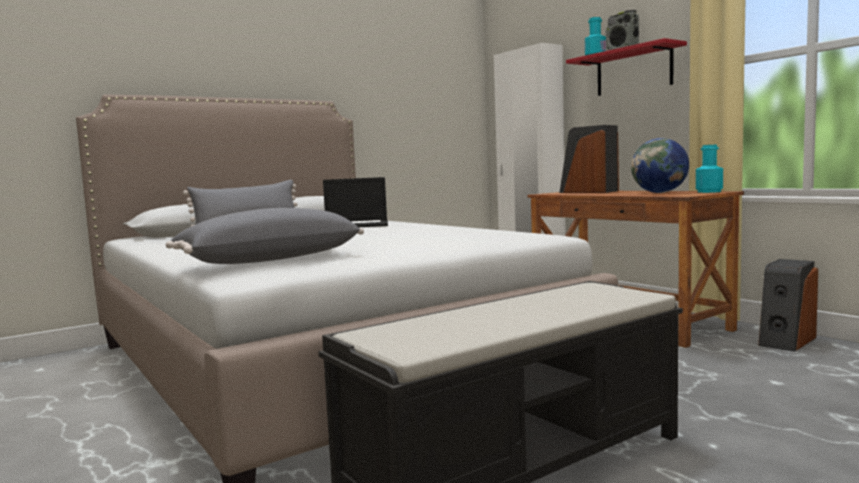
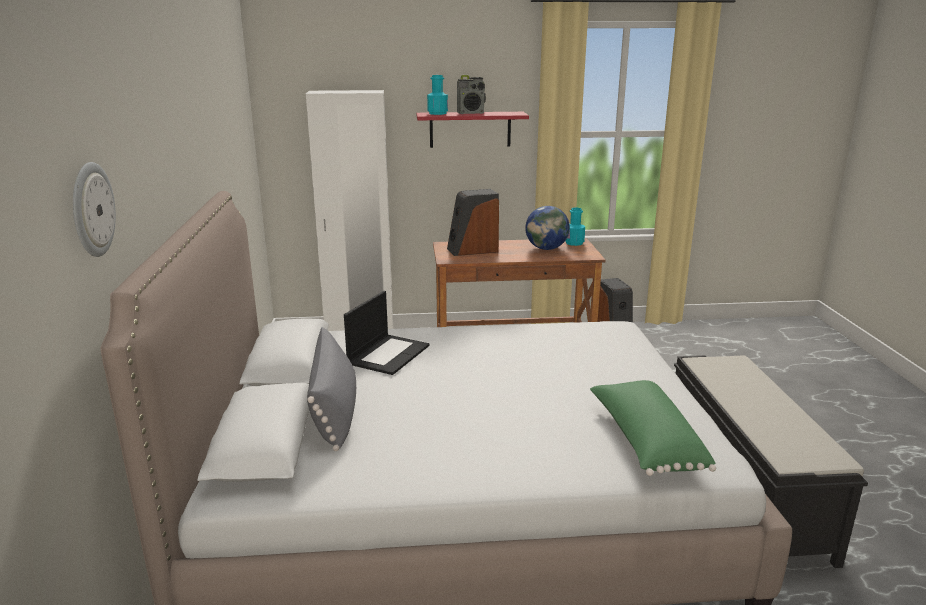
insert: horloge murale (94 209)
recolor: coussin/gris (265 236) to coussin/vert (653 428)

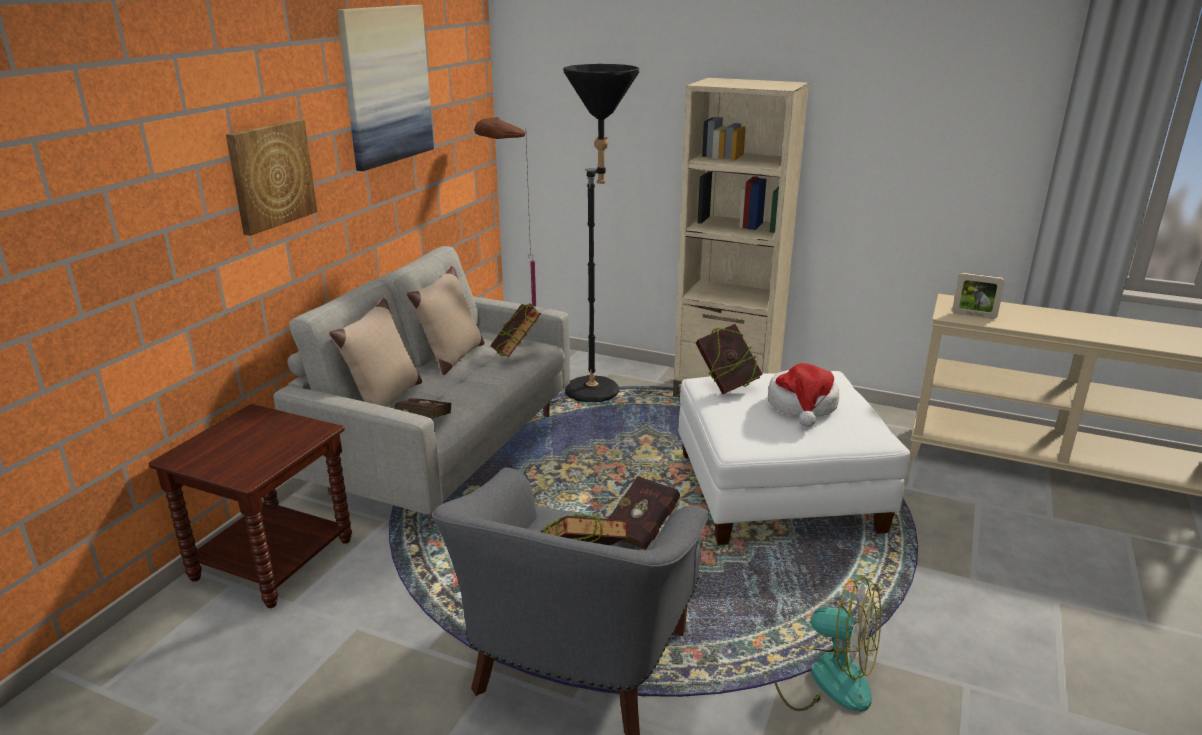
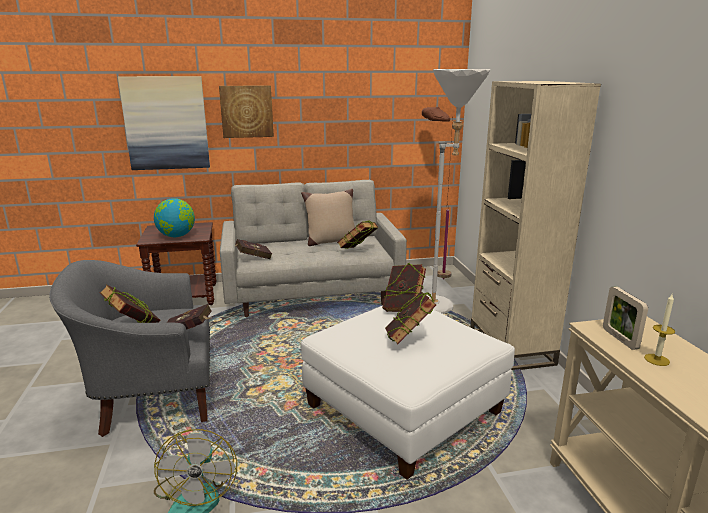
delete: coussin/beige (375 352)
insert: globe (174 217); bougie (659 330)
move: tableau (385 88) to (164 123)
replace: chapeau (803 395) to livre (410 317)
recolor: lampadaire/noir (601 233) to lampadaire/blanc (458 191)

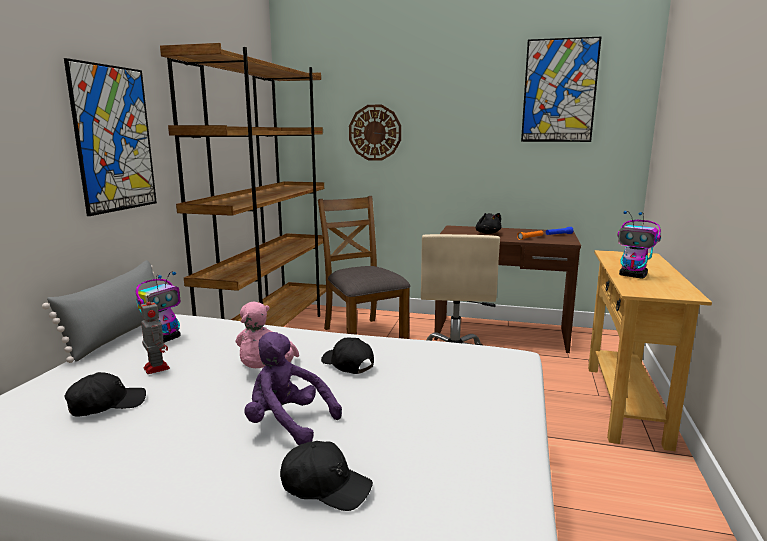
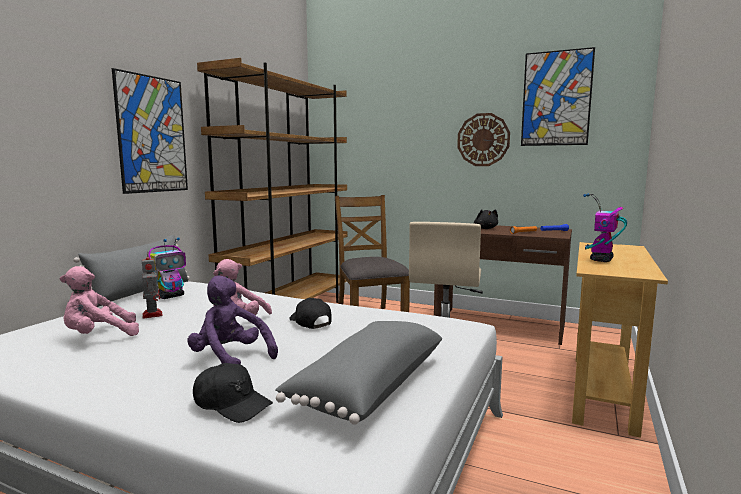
insert: coussin/gris (358 373)
move: horloge murale (375 133) to (483 139)
replace: casquette/noir (105 394) to peluche/rose (99 301)
rotate: robot jouet (639 245) = (605 227) 75 degrees clockwise

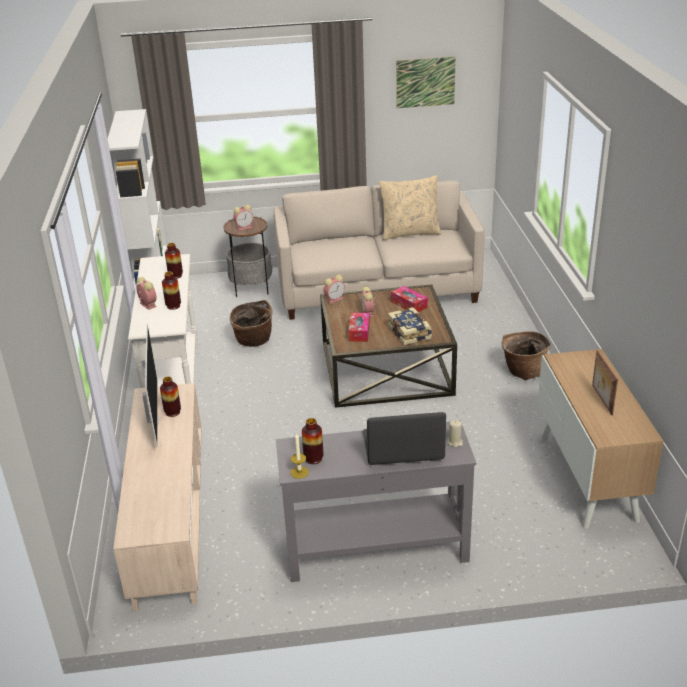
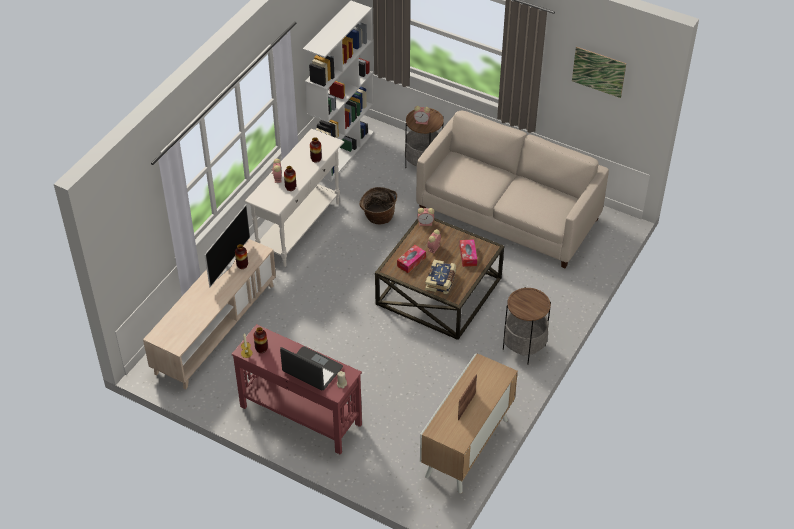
delete: coussin/beige (410 207)
replace: panier (526 355) to table d'appoint (527 325)
recolor: table console/gris (376 501) to table console/rouge (297 389)

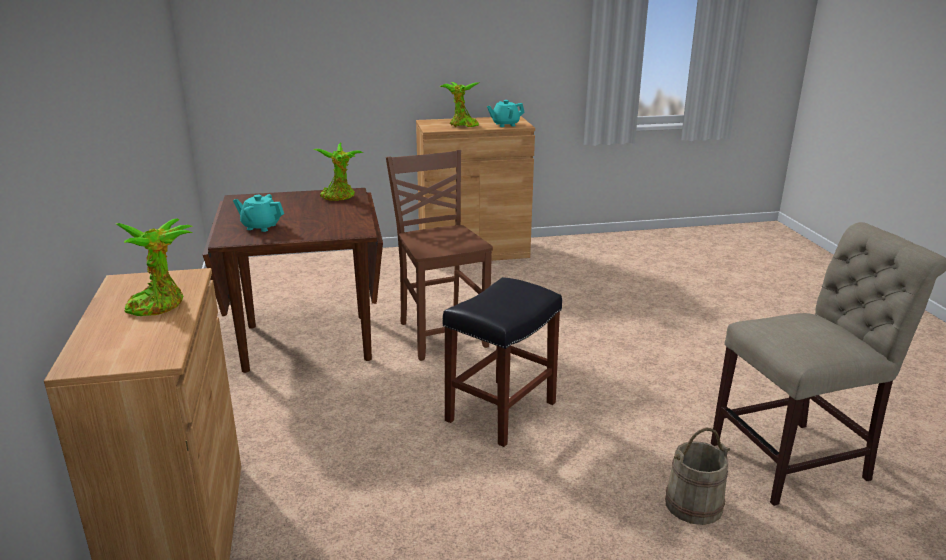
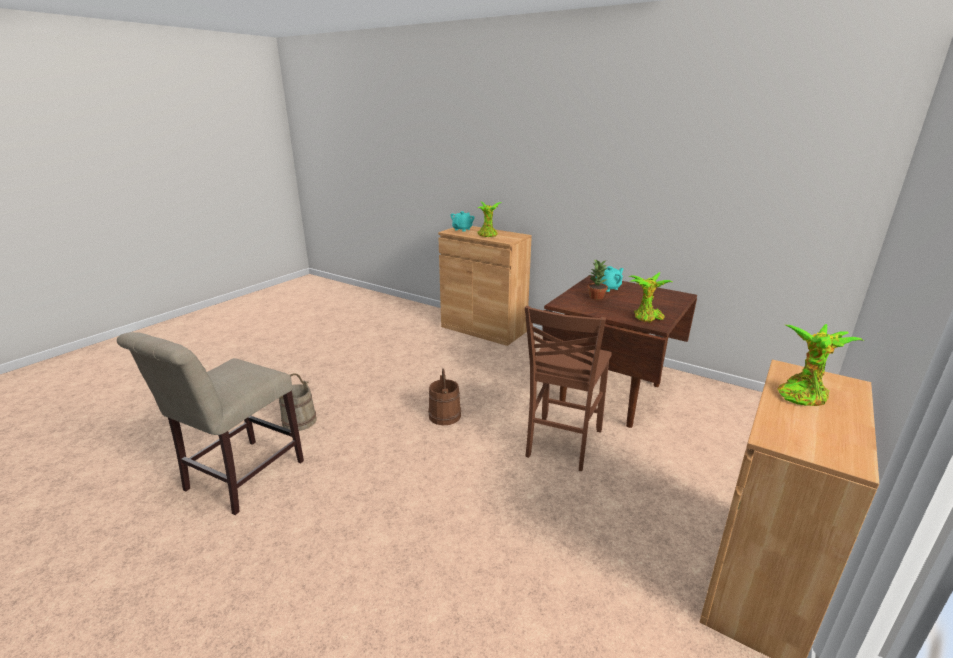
insert: plante en pot (598 279)
move: théière/turquoise (506 113) to (462 221)
replace: tabouret/noir (502 362) to seau/marron (444 396)
rotate: chaise/marron (439 255) = (568 388) 90 degrees clockwise

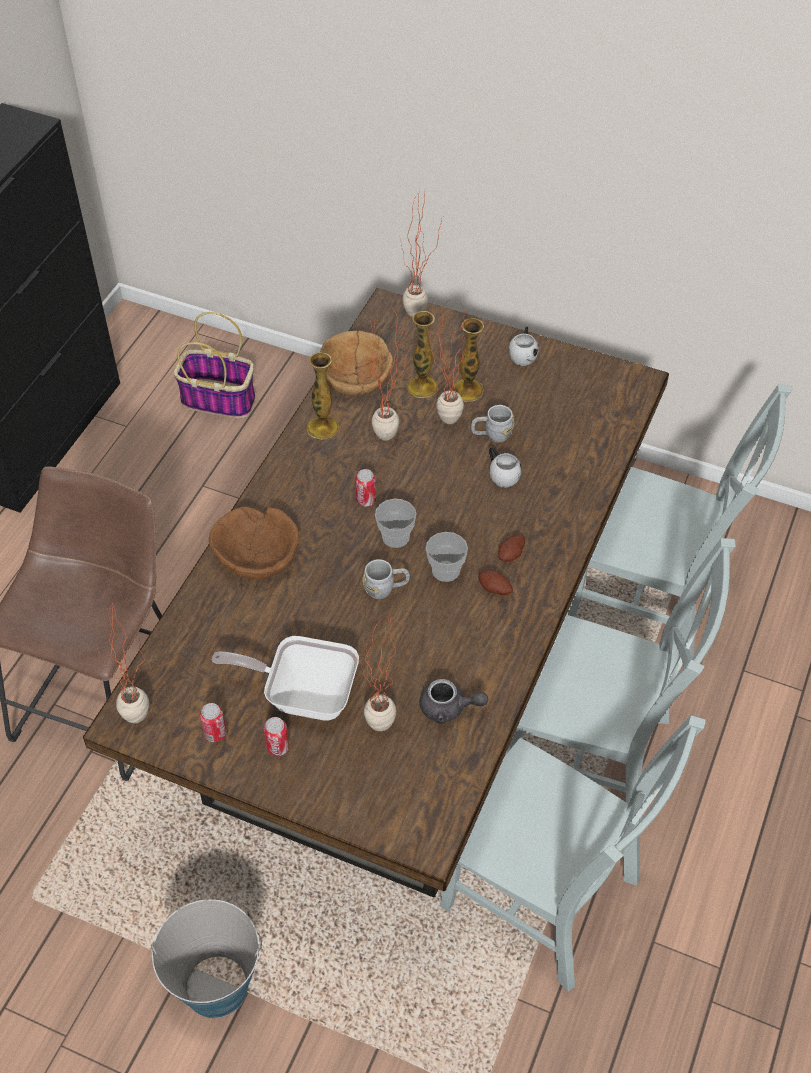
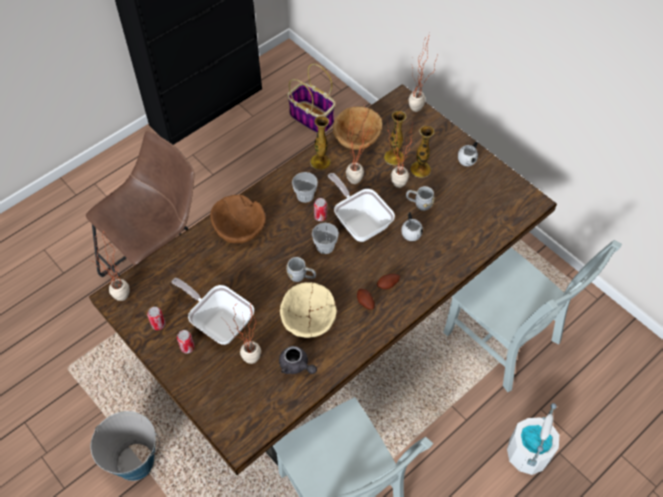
delete: chaise/gris (620 679)
insert: bol/beige (308 310); poêle (361 207); seau/blanc (533 439)
move: tasse (447 557) to (305 187)

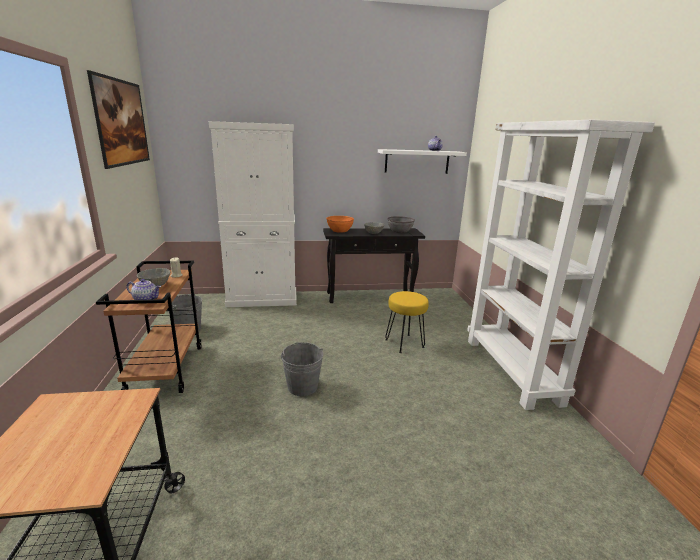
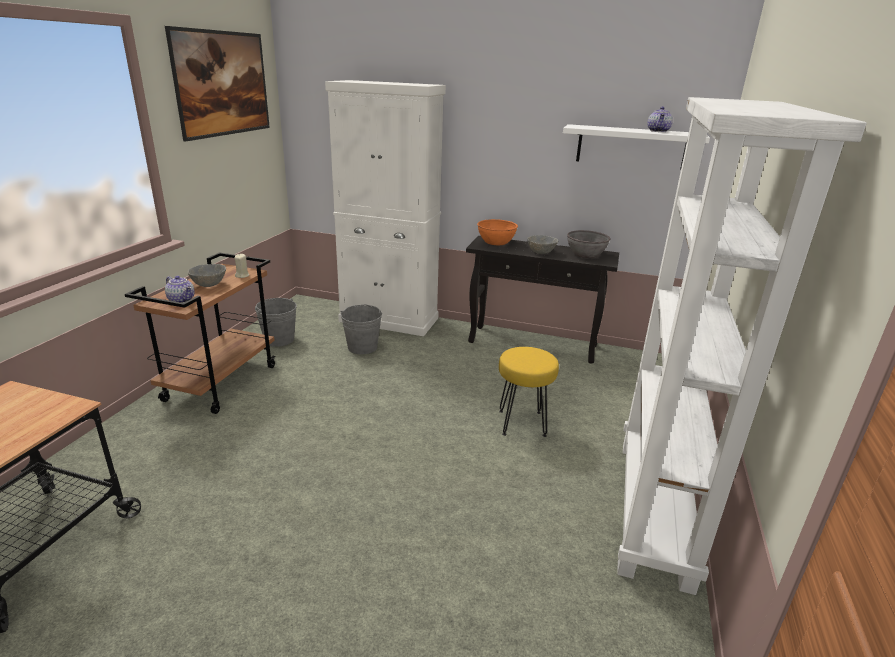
move: seau/gris (302 369) to (361 329)

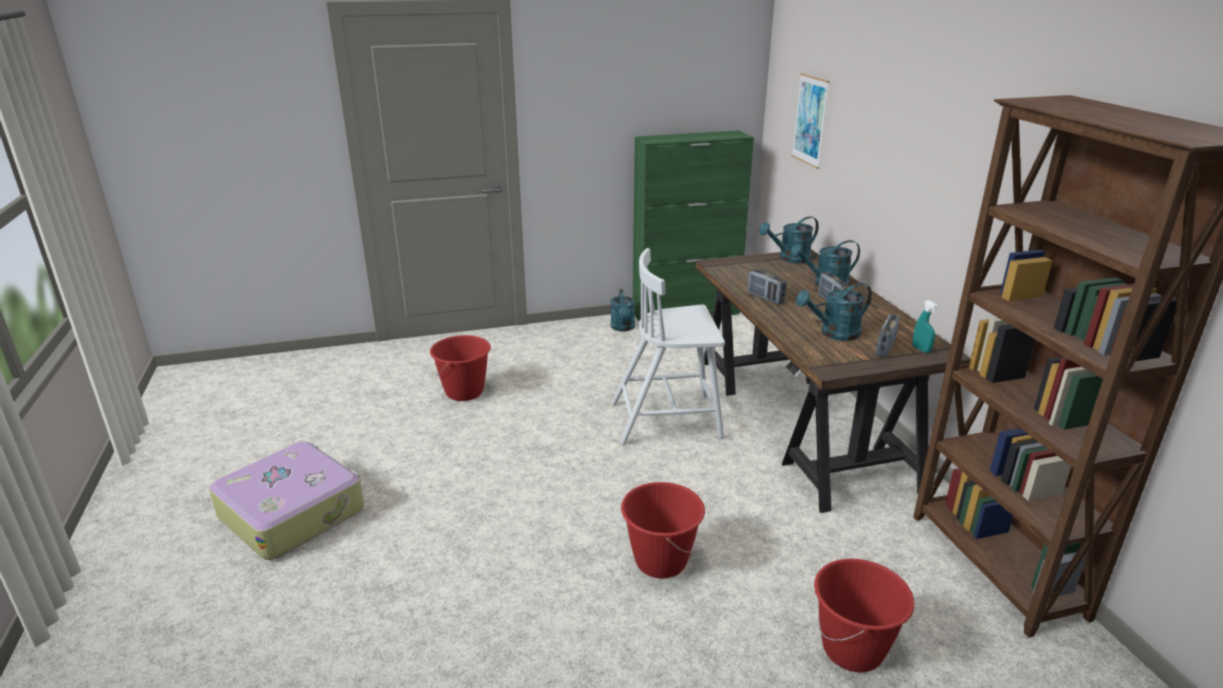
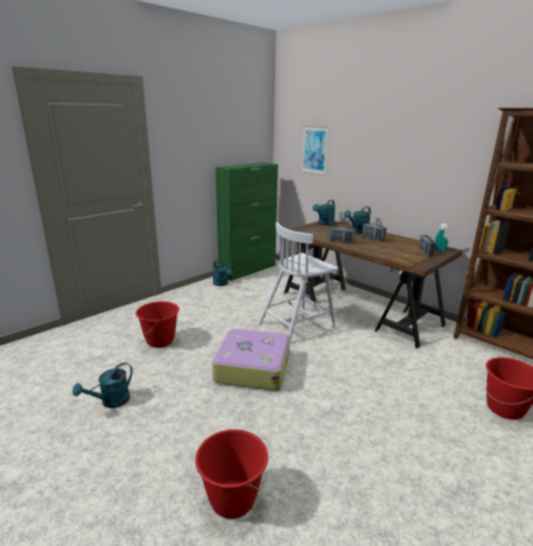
move: valise (286 501) to (251 360); seau/rouge (663 530) to (231 474); arrosoir/turquoise (834 312) to (103 385)

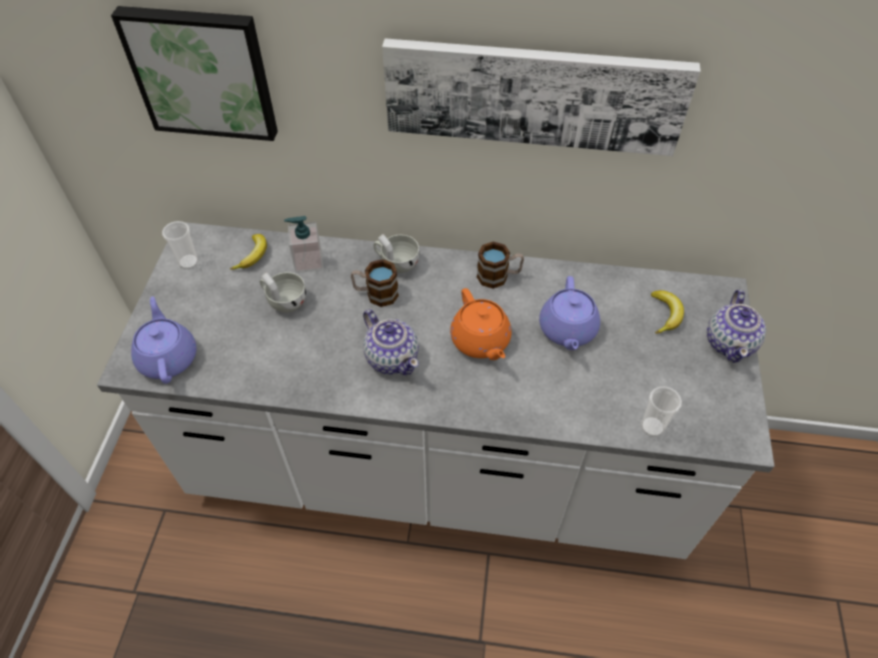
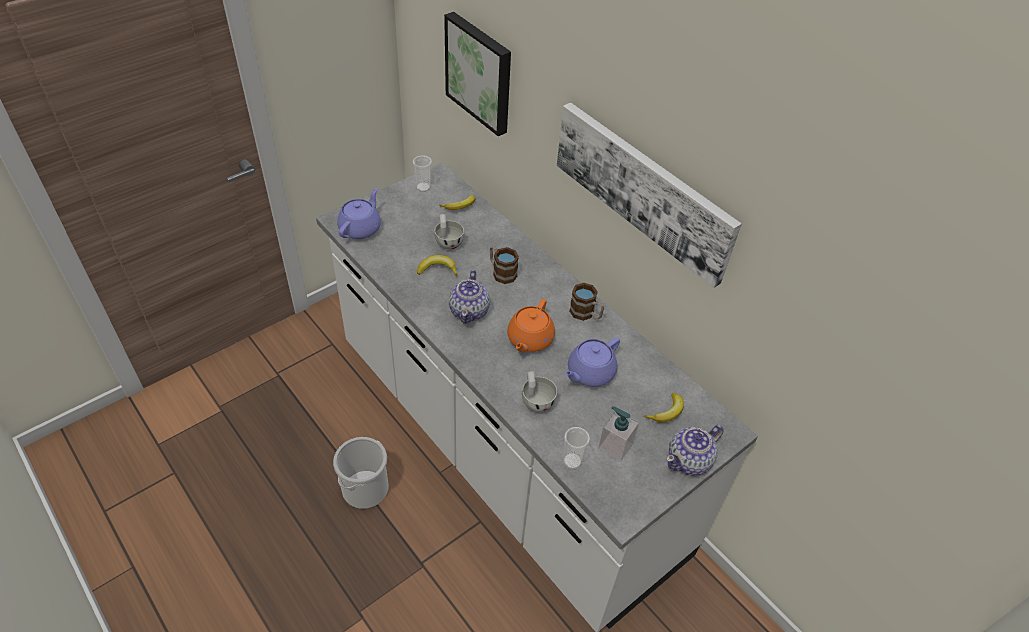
insert: seau (361 473); banane (437 265)
move: distributeur de savon (303 244) to (618 434); tasse/blanc (396 253) to (539 391)

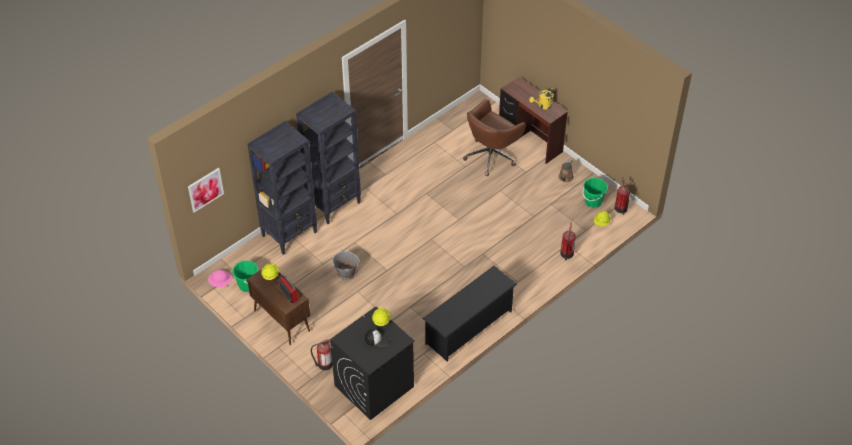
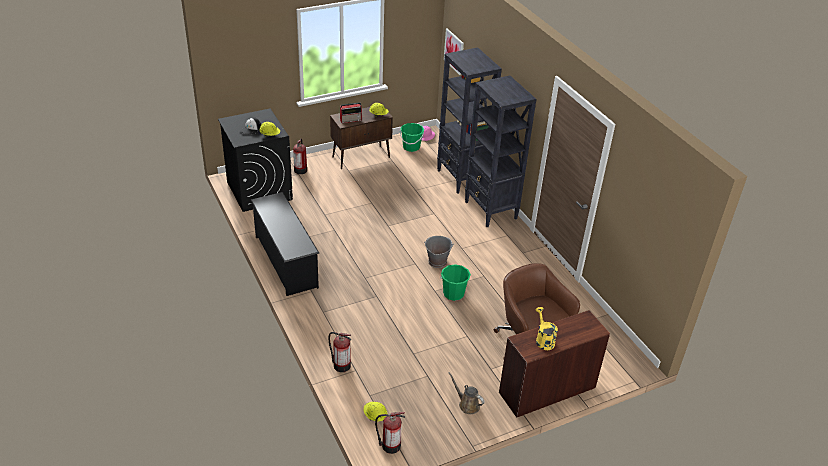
move: seau/gris (346 265) to (439 252); seau/vert (595 193) to (455 282)

